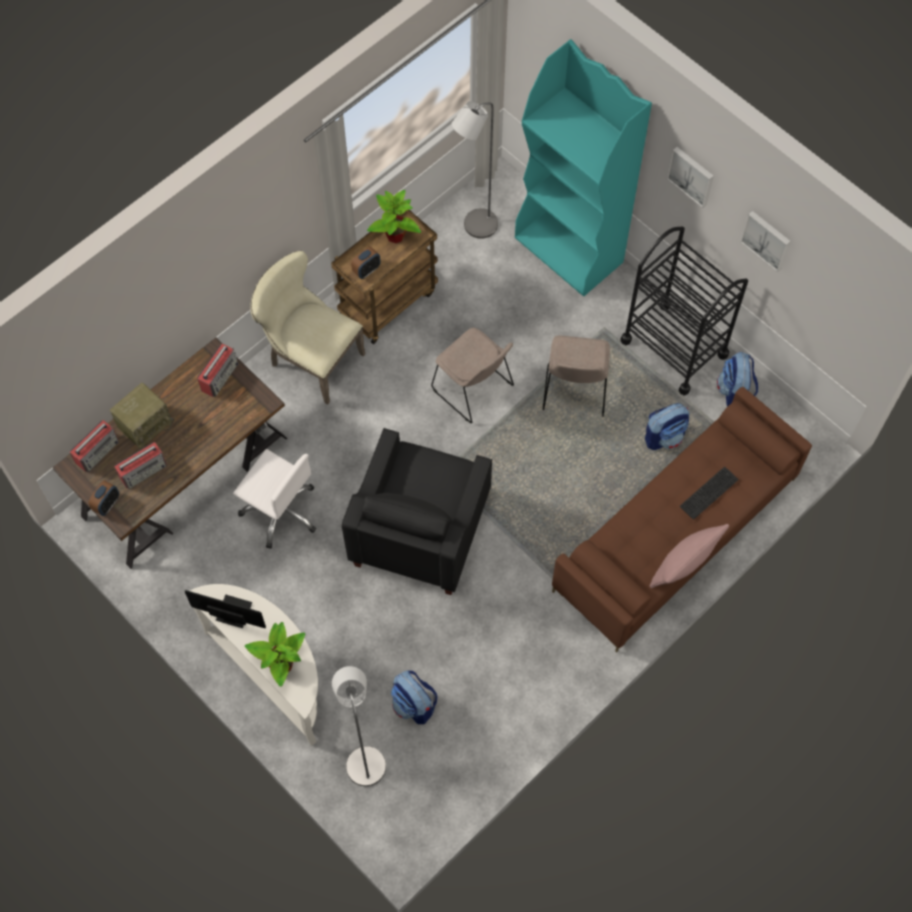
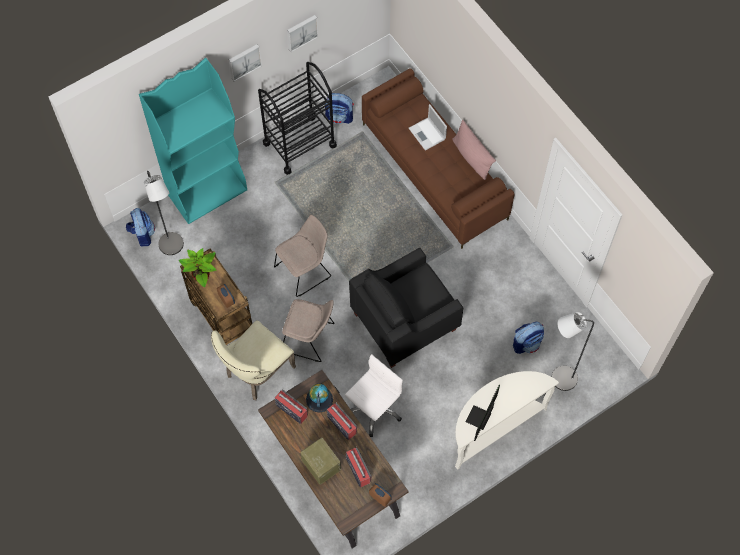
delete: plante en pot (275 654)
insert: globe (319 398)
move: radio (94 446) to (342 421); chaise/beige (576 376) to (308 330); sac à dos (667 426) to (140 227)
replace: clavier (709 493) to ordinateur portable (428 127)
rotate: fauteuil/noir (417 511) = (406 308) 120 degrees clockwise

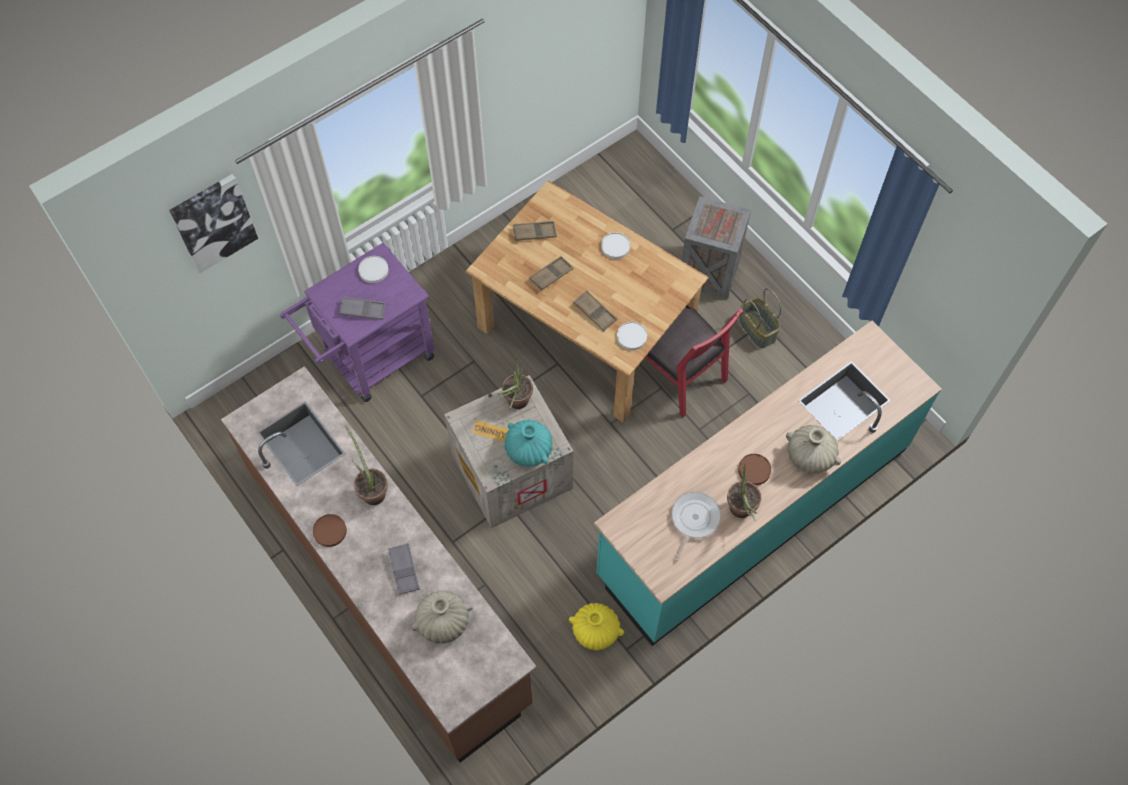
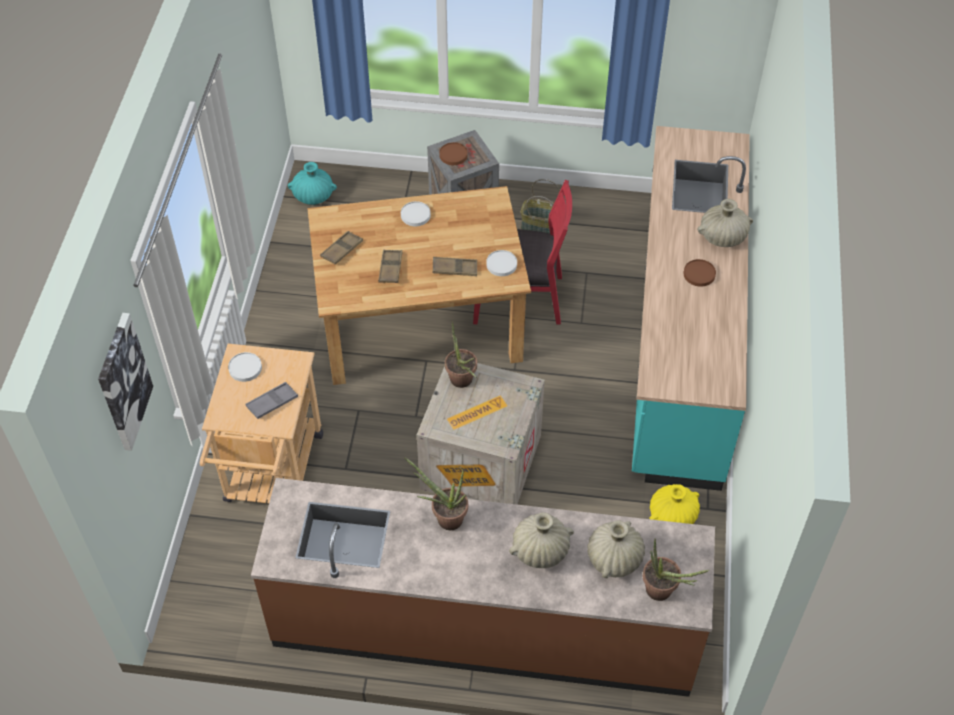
delete: poêle (696 526)
move: assiette/marron (330 530) to (453 153); vase/turquoise (528 443) to (312 183); plante en pot (744 492) to (676 569)
replace: plateau/gris (404 569) to vase/beige (541 540)
recolor: chariot/violet (357 322) to chariot/beige (261 423)

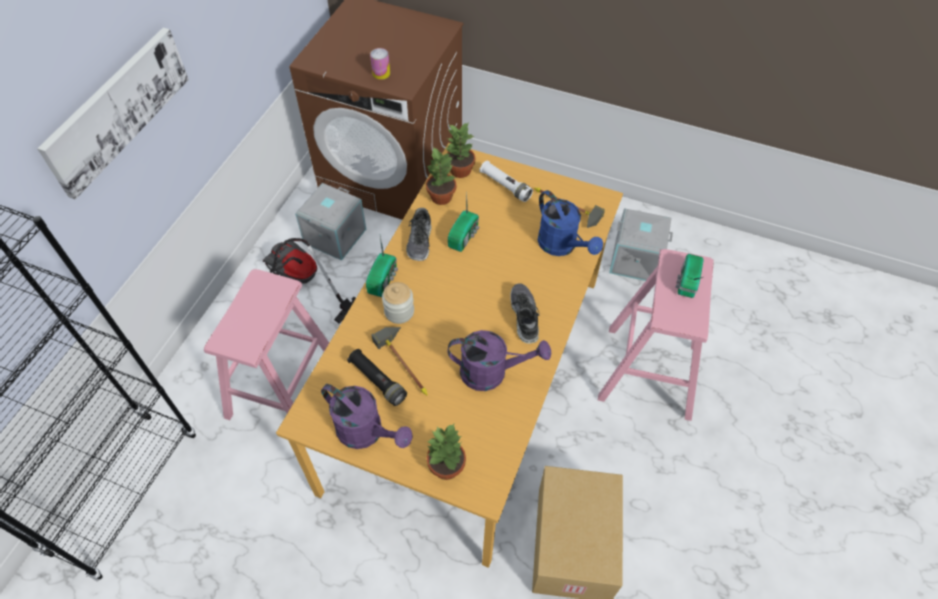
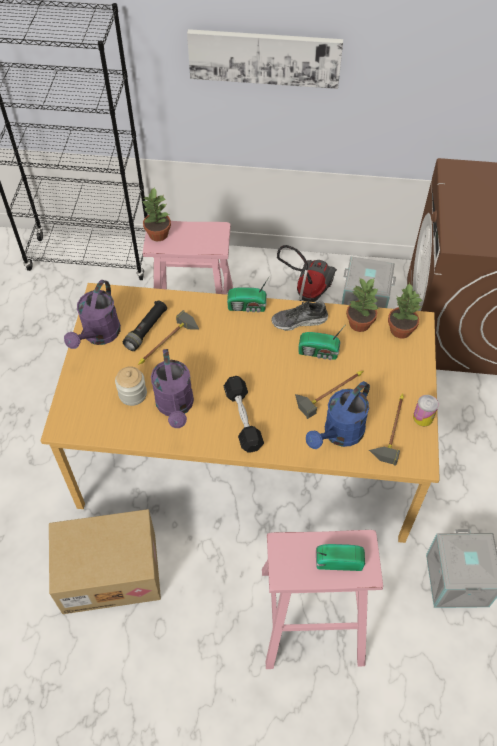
delete: lampe de poche/blanc (506 181)
insert: marteau (329 395)
move: boîte métallique (380 64) to (426 410); bocal (398 303) to (131 386); plante en pot (446 452) to (156 214)
replace: chaussure (525 313) to haltère/noir (244 414)

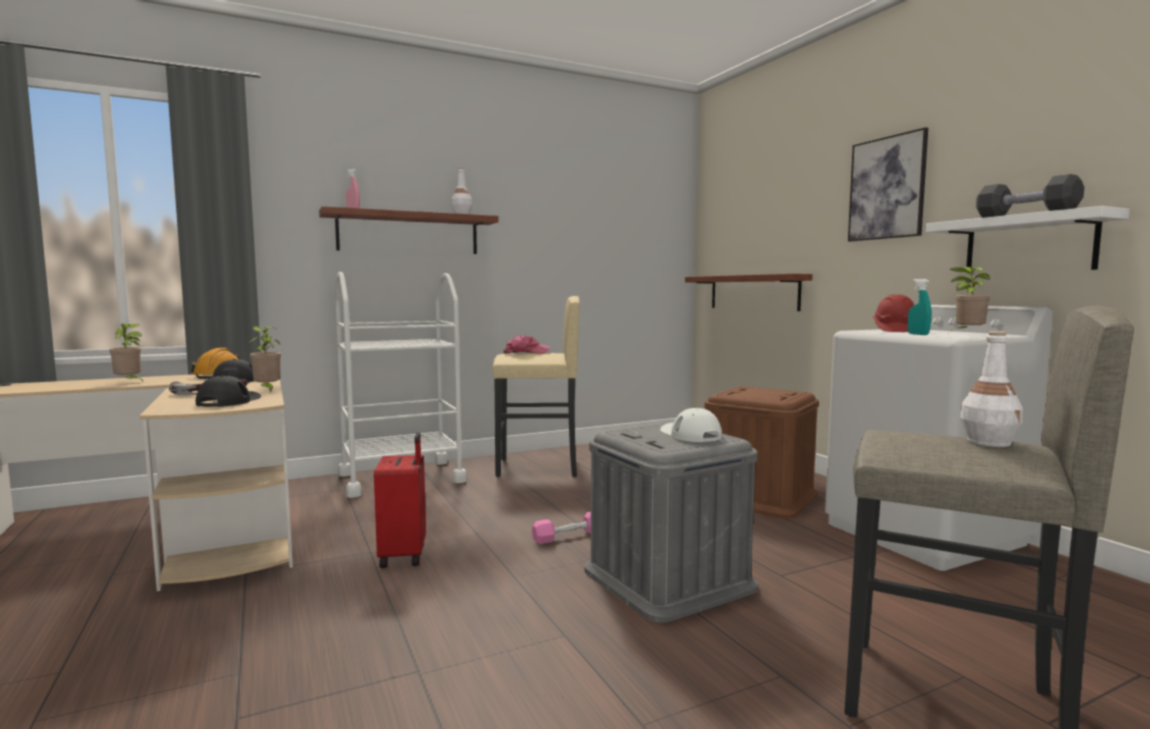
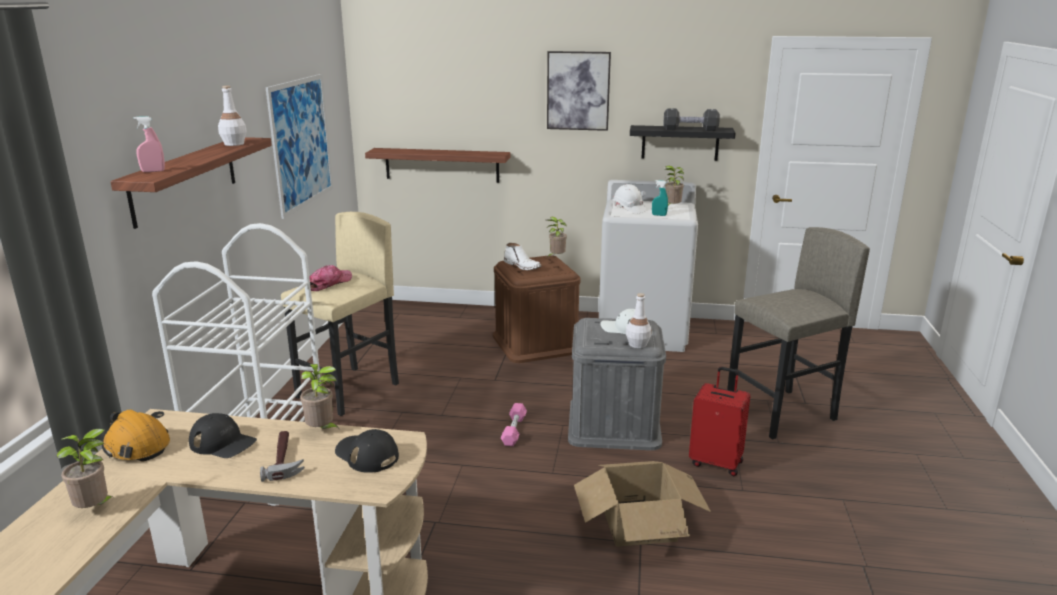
insert: tableau (299 146); botte/blanc (523 256); plante en pot (557 237); carton (642 504)
move: valise/rouge (400 500) to (719 421); bouteille/blanc (991 389) to (639 320)
recolor: casque de chantier/rouge (893 313) to casque de chantier/blanc (629 199); étagère/blanc (1028 238) to étagère/noir (683 143)

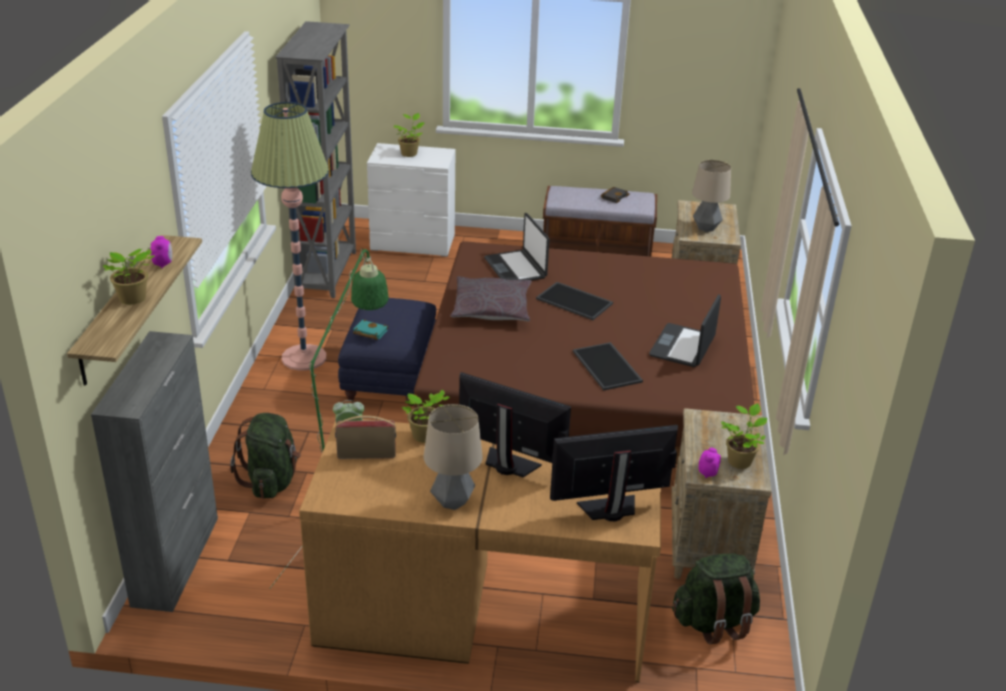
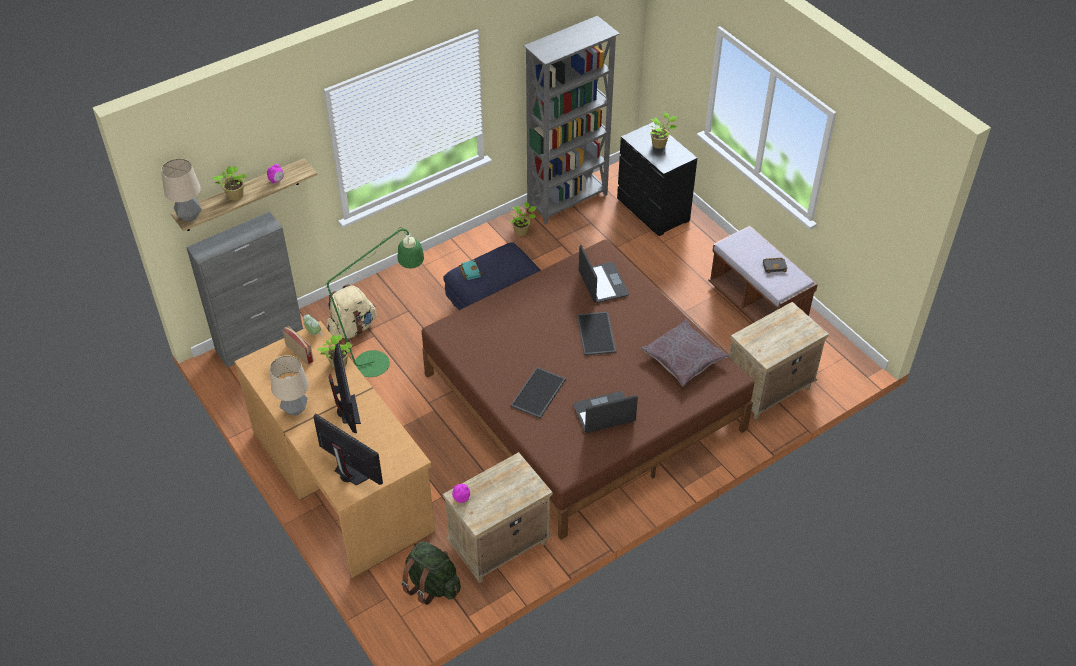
delete: lampadaire (290 236)
move: coussin/gris (491 298) to (684 353); lampe de table (711 196) to (181 190); plante en pot (744 436) to (523 219)
recolor: sac à dos/vert (265 456) to sac à dos/beige (352 311); commode/blanc (411 200) to commode/noir (657 179)
rotate: ordinateur portable (516 247) = (604 274) 135 degrees clockwise

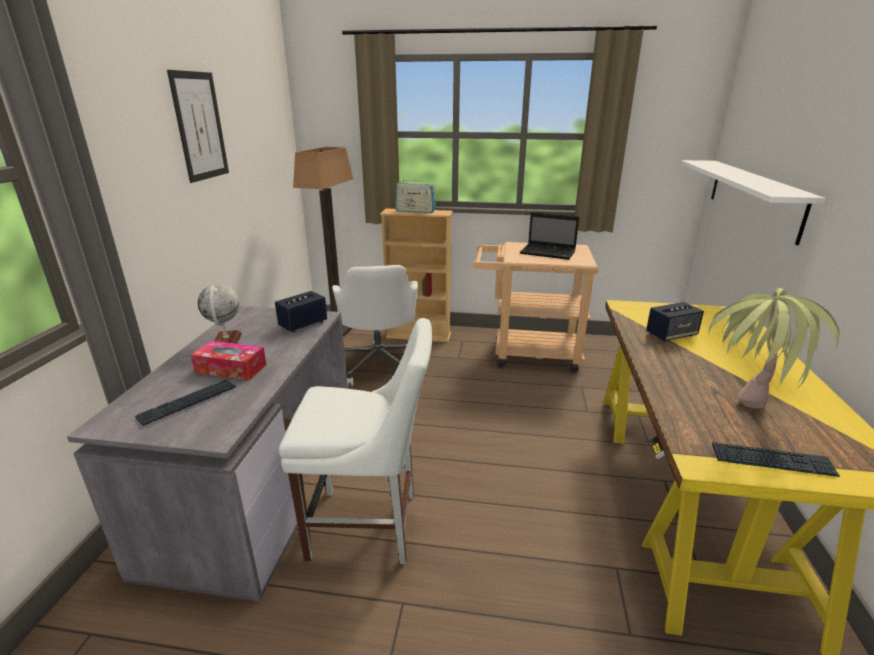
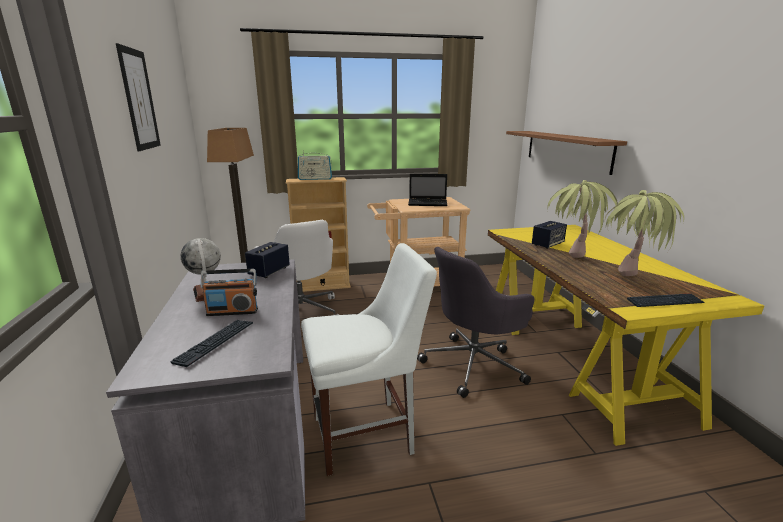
insert: chaise de bureau/gris (476 322); plante en pot (582 219)
replace: boîte à mouchoirs (228 361) to radio (229 292)
recolor: étagère/blanc (753 202) to étagère/marron (566 153)

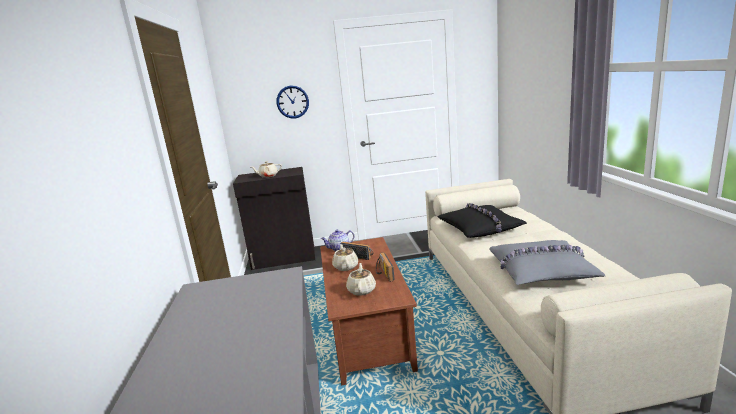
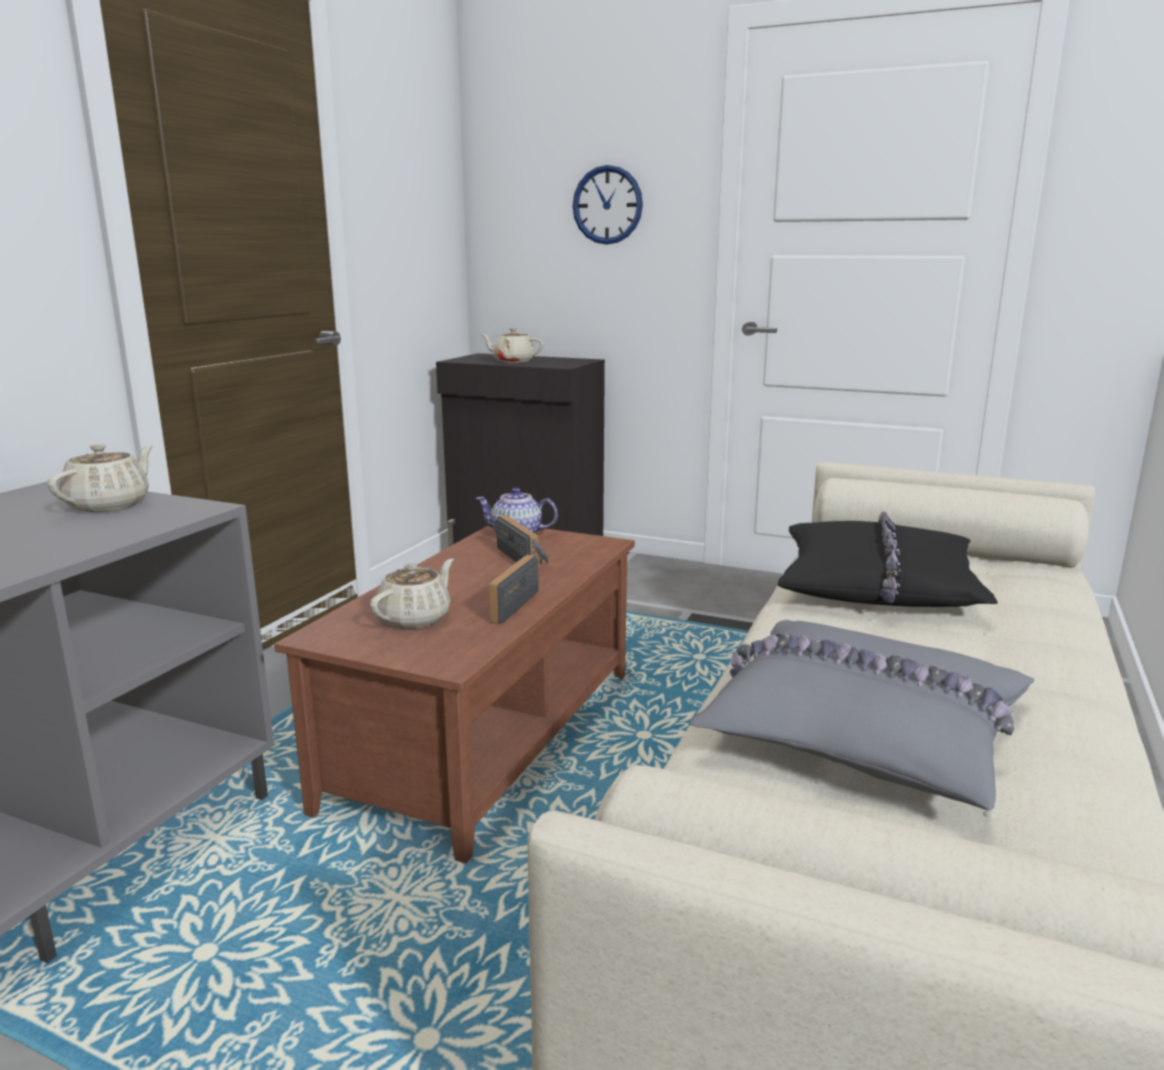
move: théière/beige (345 257) to (101 478)

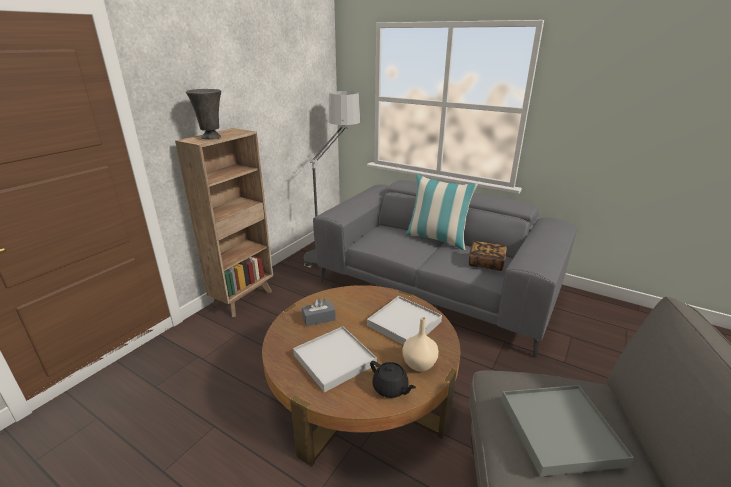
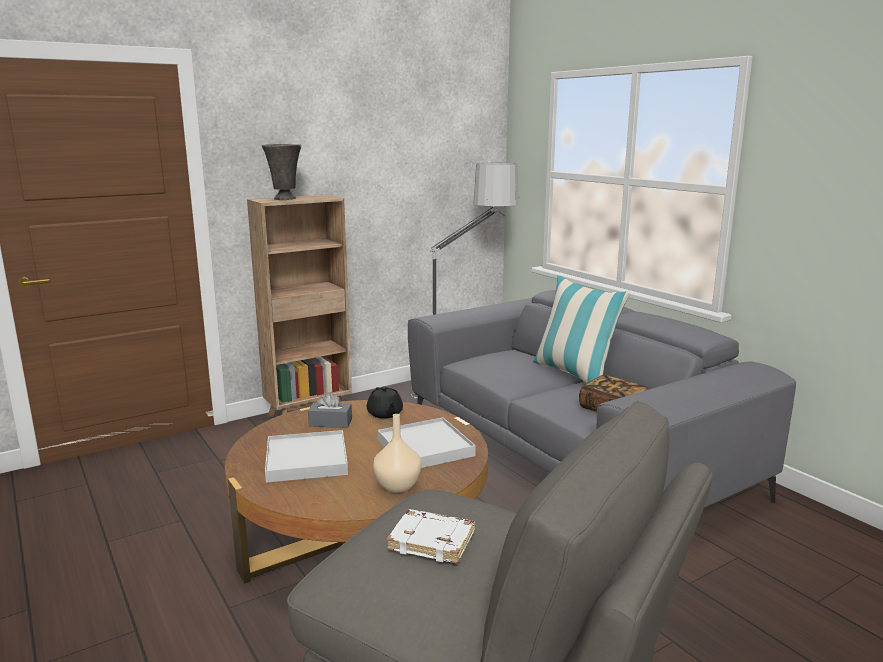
move: théière/noir (393 379) to (385 402)
replace: plateau/gris (567 431) to livre/blanc (431 536)

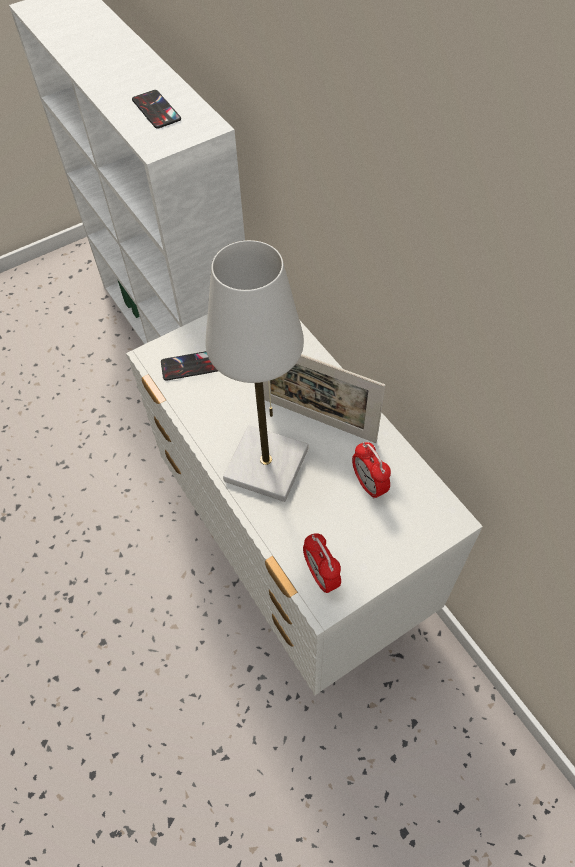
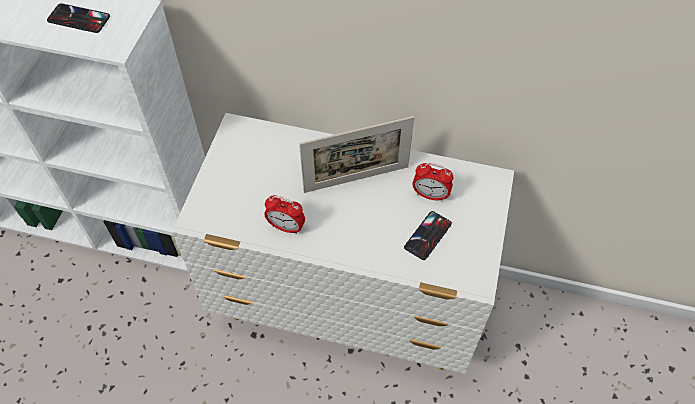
delete: lampe de table/blanc (256 371)
move: téléphone (189 366) to (428 235); réveil (322 563) to (284 214)

